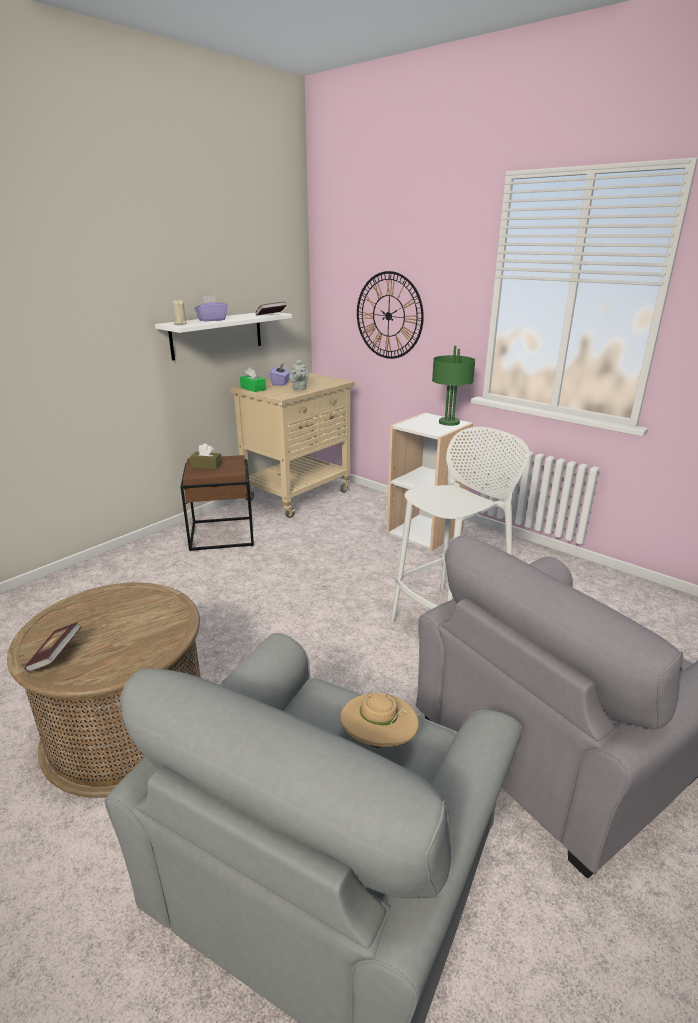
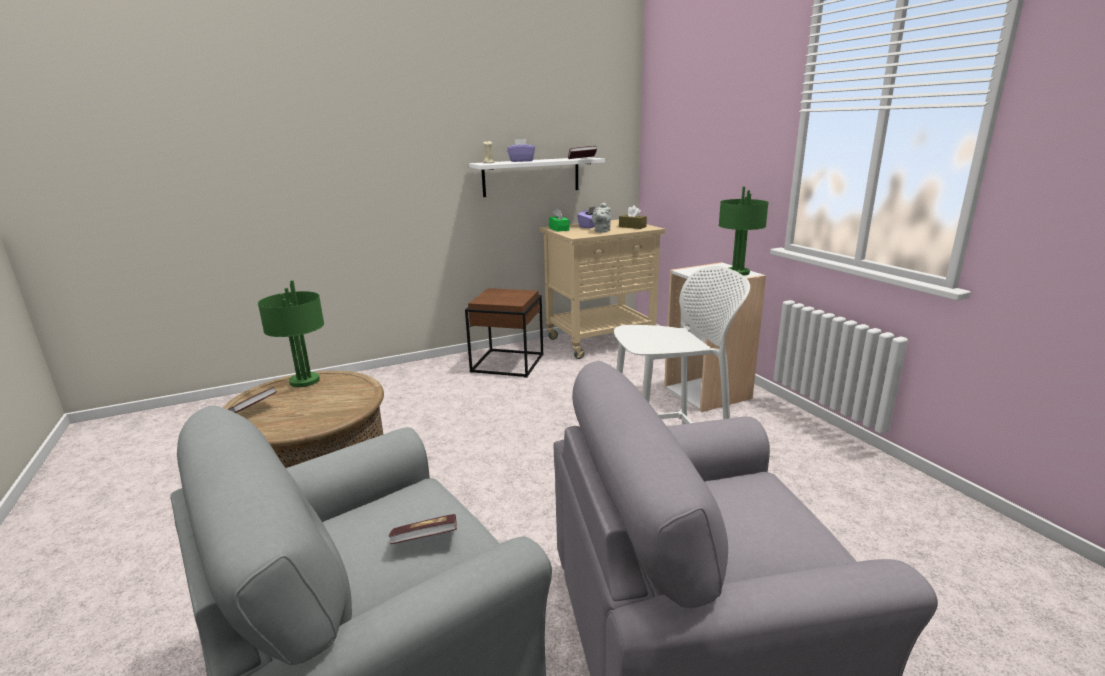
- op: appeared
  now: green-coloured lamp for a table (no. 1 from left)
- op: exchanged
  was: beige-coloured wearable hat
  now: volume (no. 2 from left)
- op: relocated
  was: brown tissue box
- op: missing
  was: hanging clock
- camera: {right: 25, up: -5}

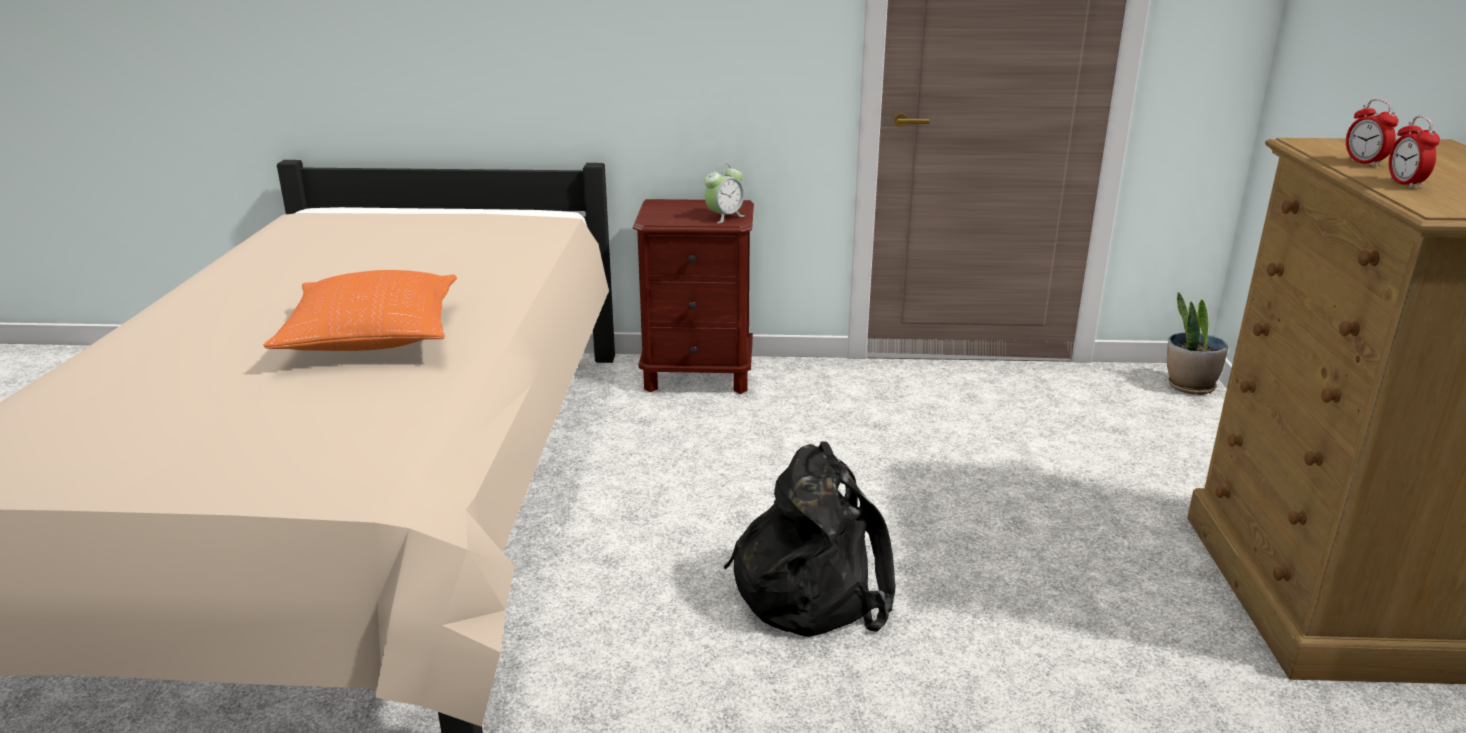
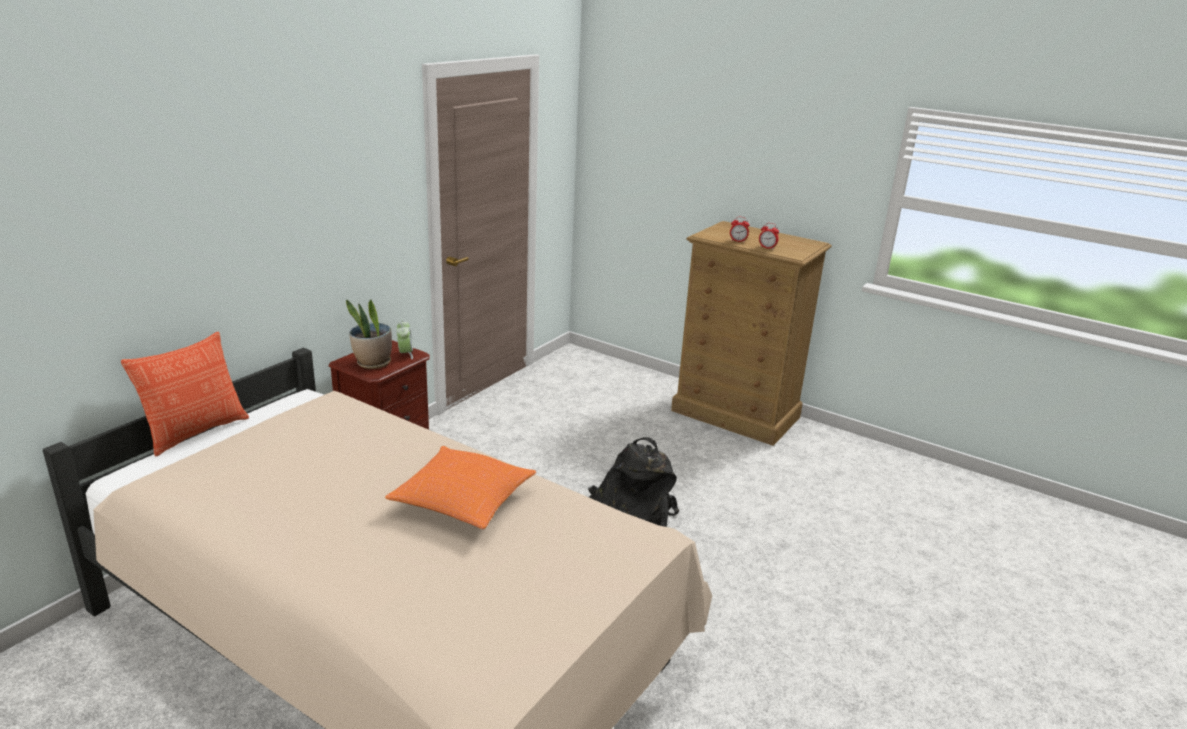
- op: appeared
  now: orangey pillow (no. 1 from left)
- op: relocated
  was: houseplant
- camera: {right: -60, up: 0}

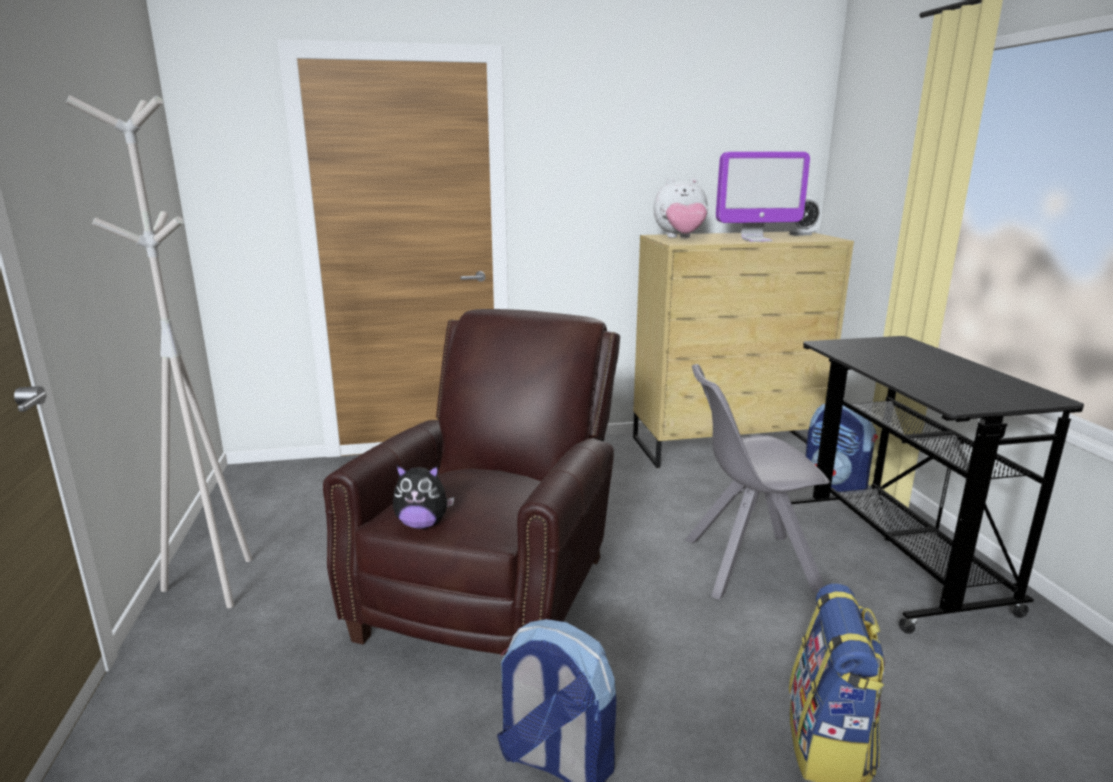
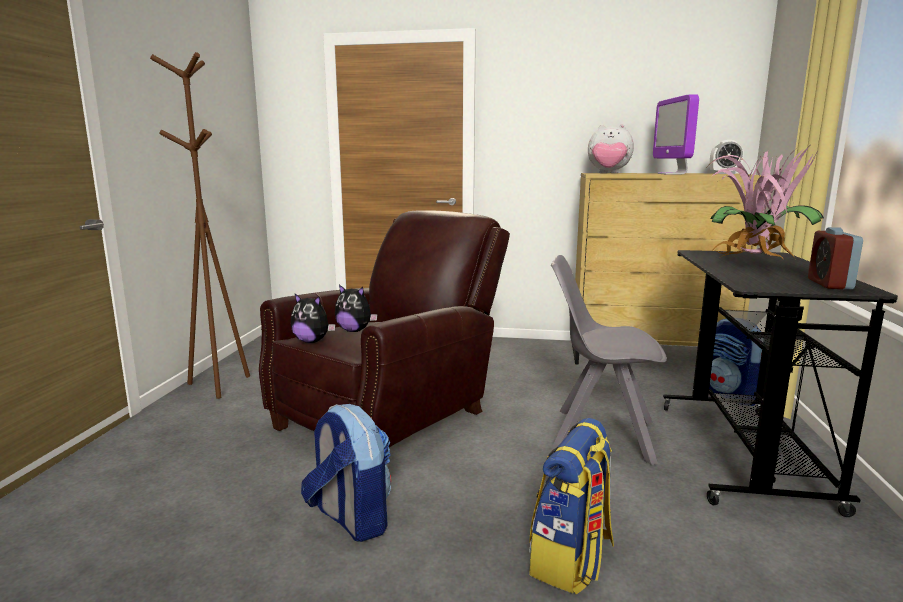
- op: colour
  was: greyish clothes rack
  now: brown clothes rack
- op: appeared
  now: soft toy (no. 2 from left)
- op: spun
  was: computer display
  clockwise: 75
- op: appeared
  now: houseplant
- op: appeared
  now: alarm clock (no. 2 from left)
- camera: {right: 20, up: -5}

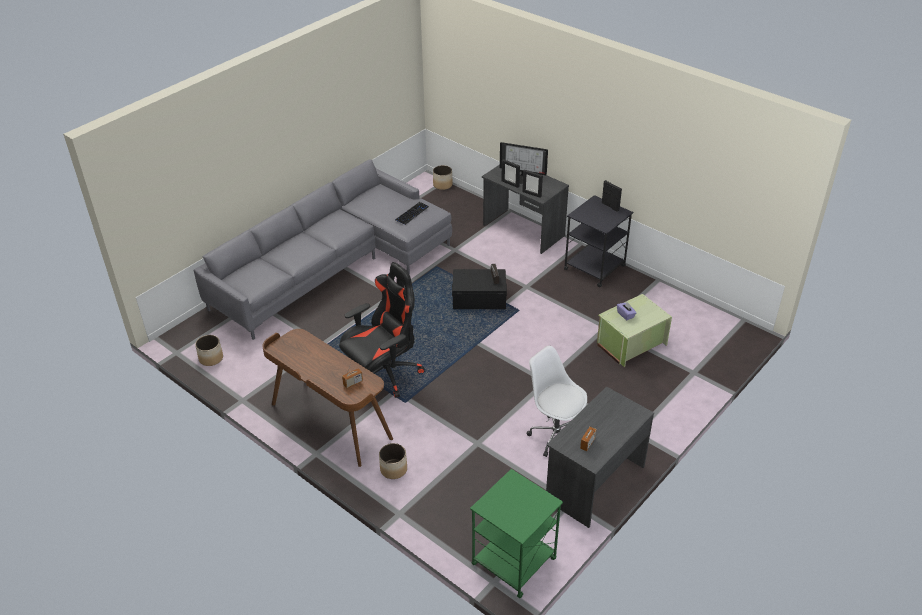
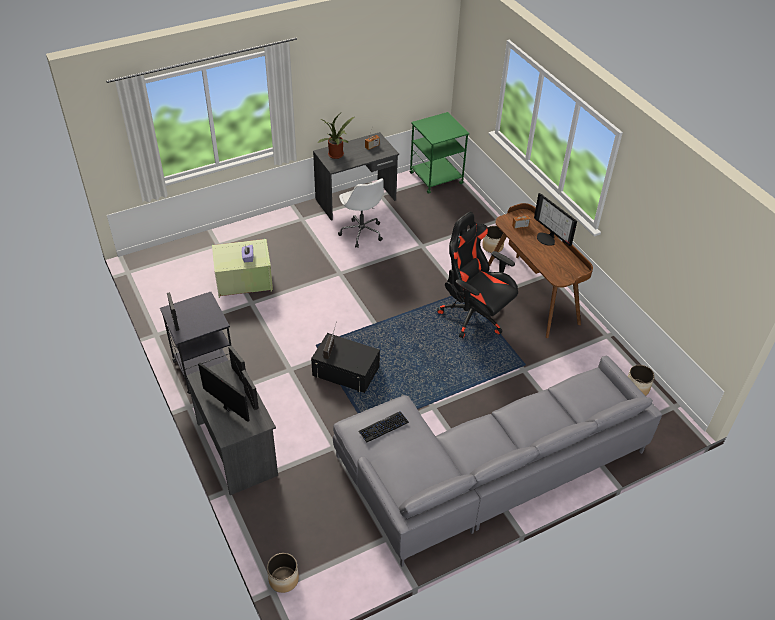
- op: appeared
  now: houseplant
- op: spun
  was: blackish office chair
  clockwise: 60
- op: appeared
  now: computer display (no. 2 from left)
- camera: {right: -160, up: 5}

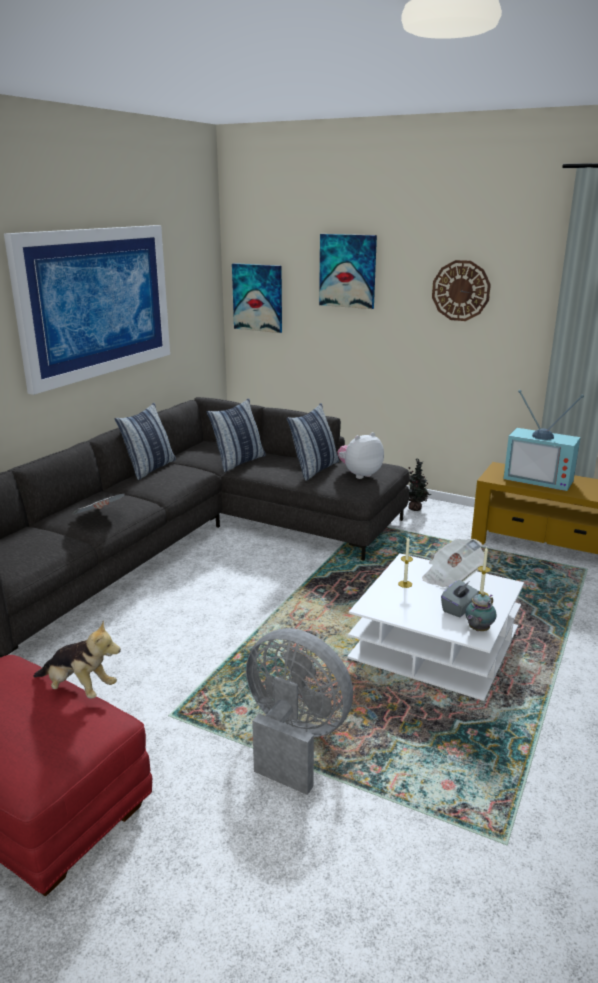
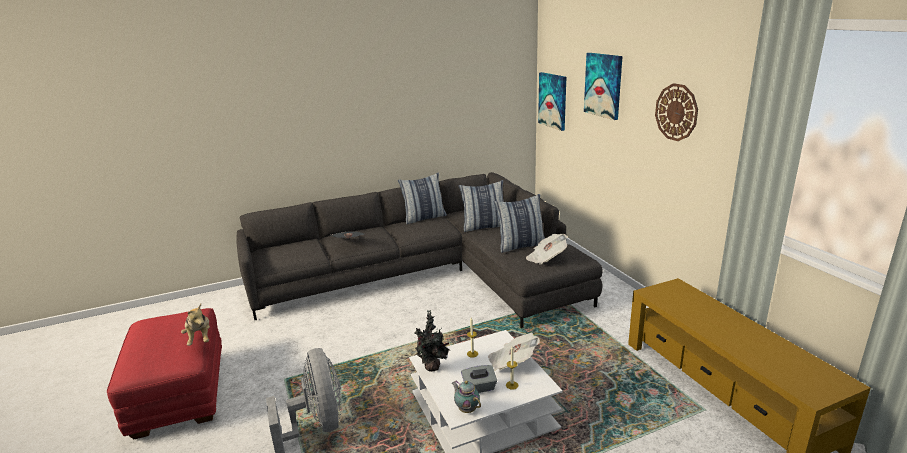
- op: relocated
  was: houseplant
- op: spun
  was: pot for tea
  clockwise: 60
- op: exchanged
  was: soft toy (no. 2 from left)
  now: newspaper (no. 3 from left)
- op: missing
  was: wall picture (no. 1 from left)
- op: missing
  was: TV
- camera: {right: 40, up: 0}

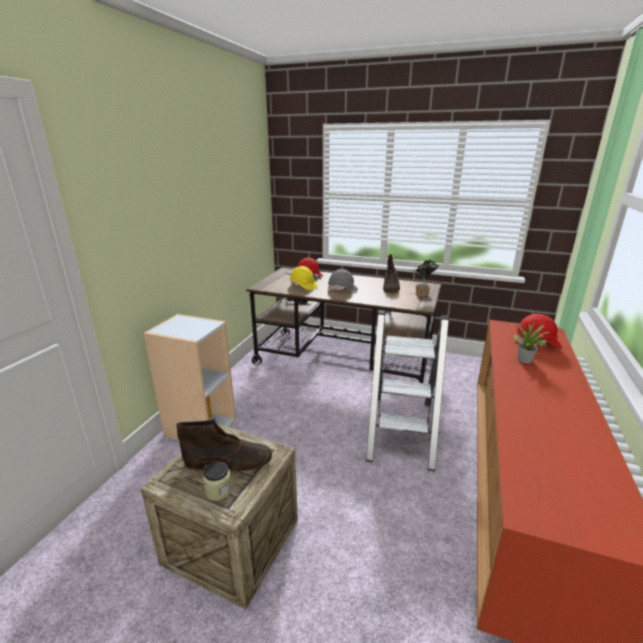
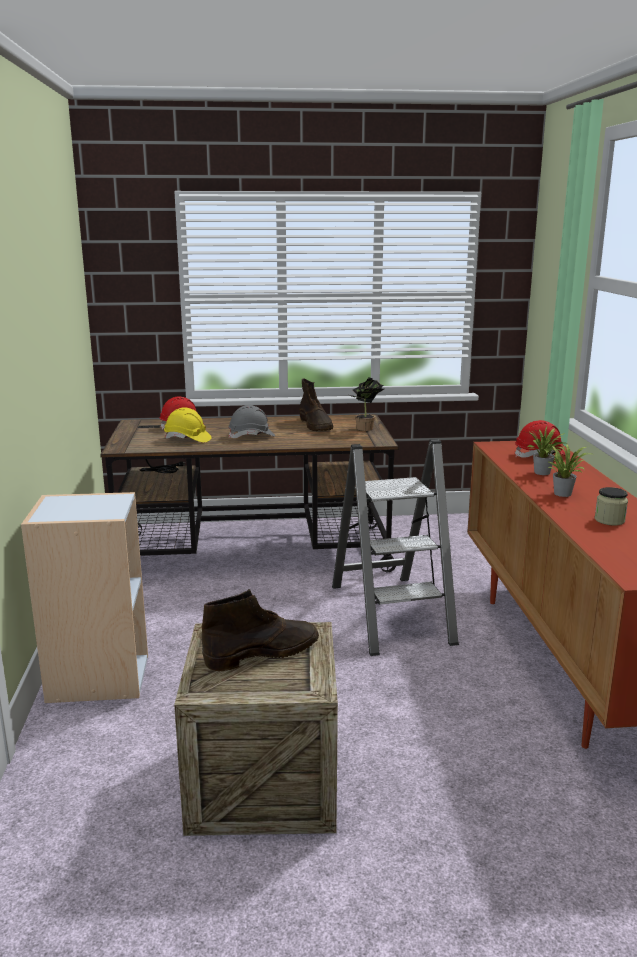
- op: appeared
  now: houseplant (no. 3 from left)
- op: relocated
  was: jar
- camera: {right: -25, up: -5}

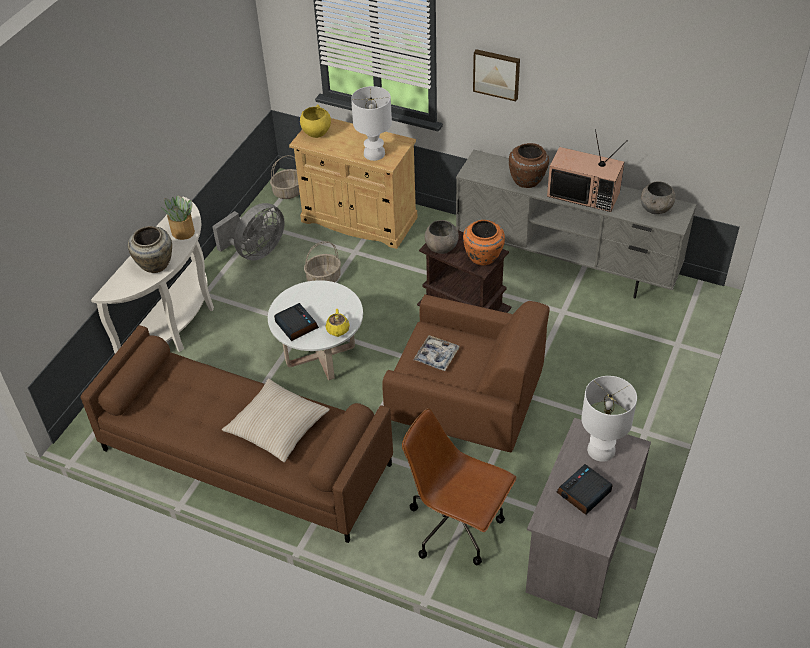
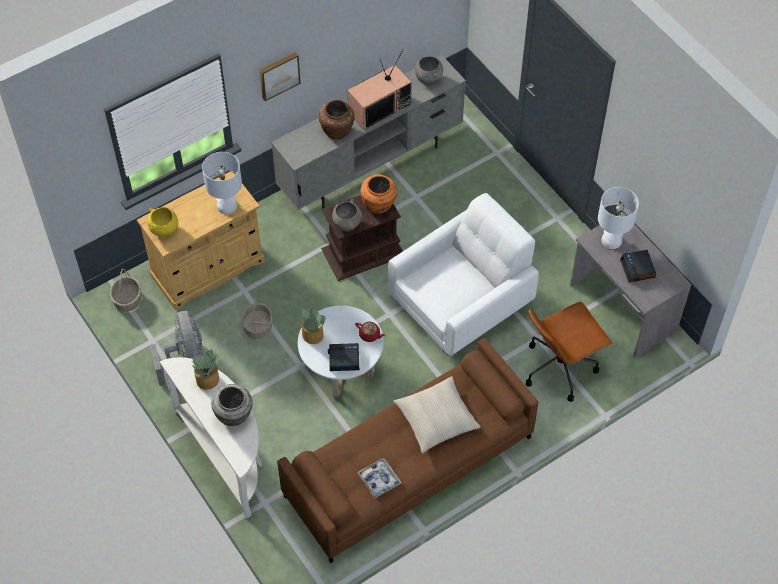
- op: appeared
  now: houseplant (no. 2 from left)
- op: colour
  was: yellowish pot for tea
  now: red pot for tea
- op: relocated
  was: serving tray
- op: colour
  was: brown easy chair
  now: white easy chair
- camera: {right: -60, up: 10}

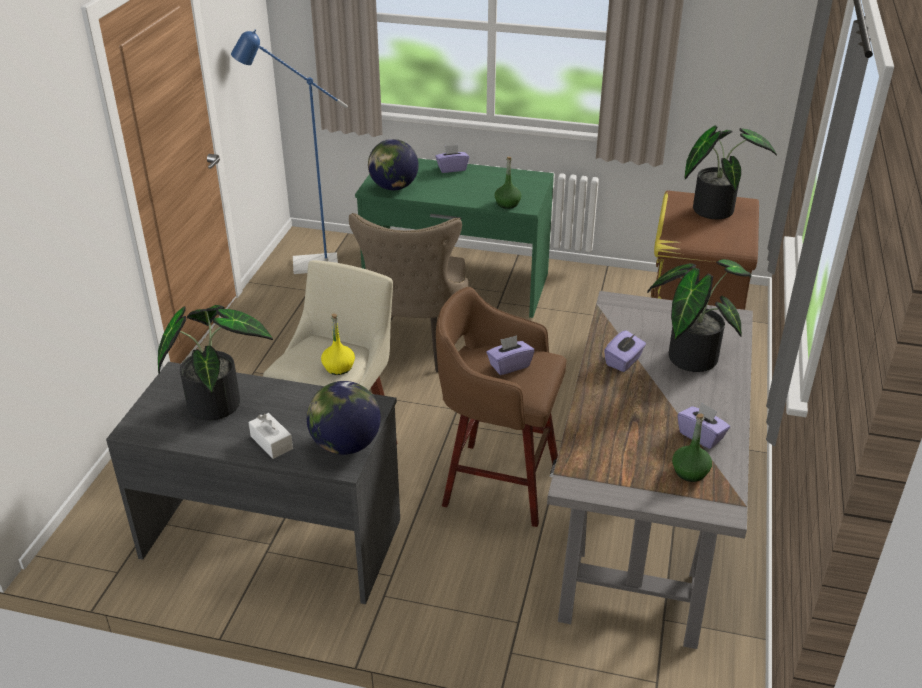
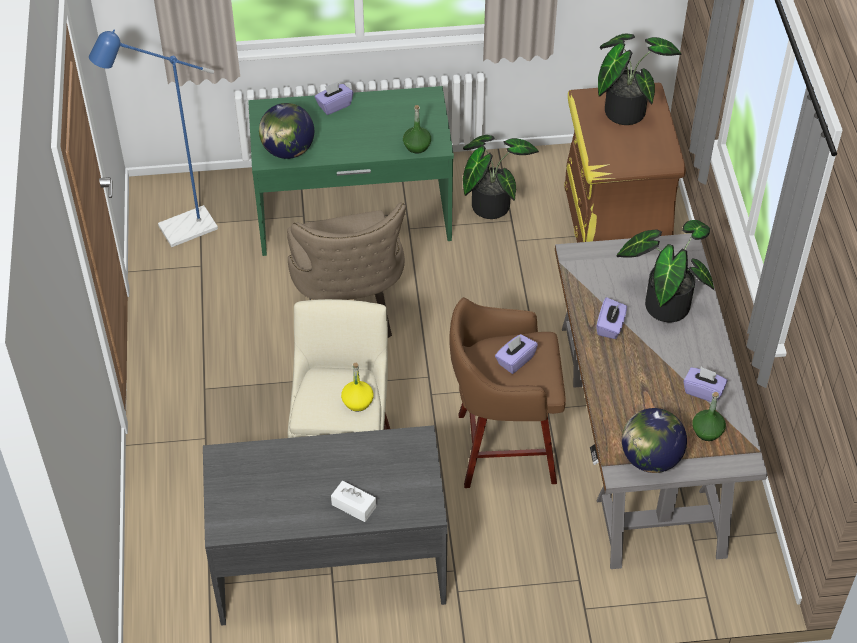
- op: relocated
  was: houseplant (no. 1 from left)
- op: relocated
  was: world globe (no. 1 from left in the first image)
  now: world globe (no. 2 from left)
- camera: {right: -20, up: 15}

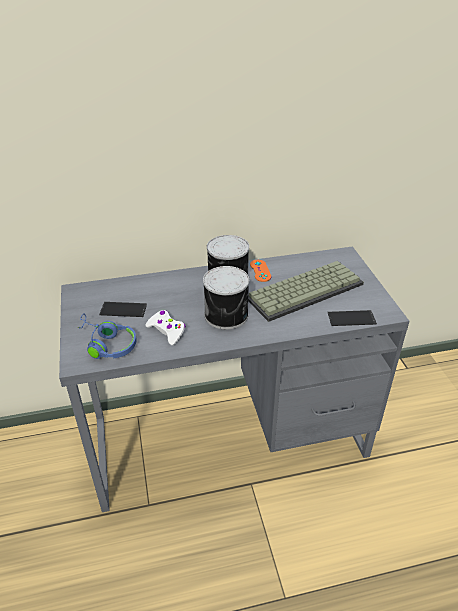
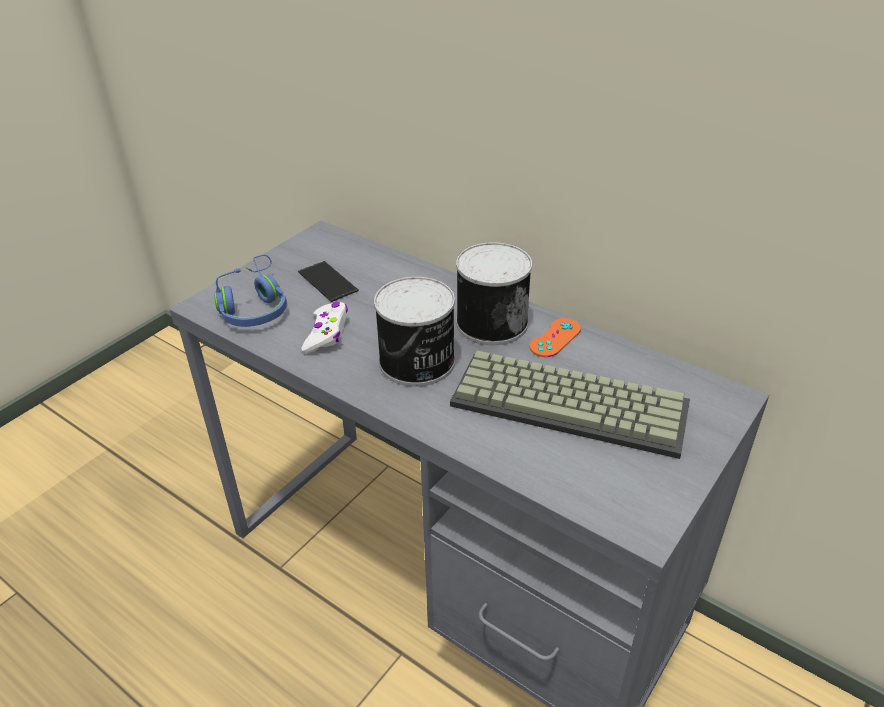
- op: missing
  was: handset (no. 2 from left)
- camera: {right: 50, up: 0}

